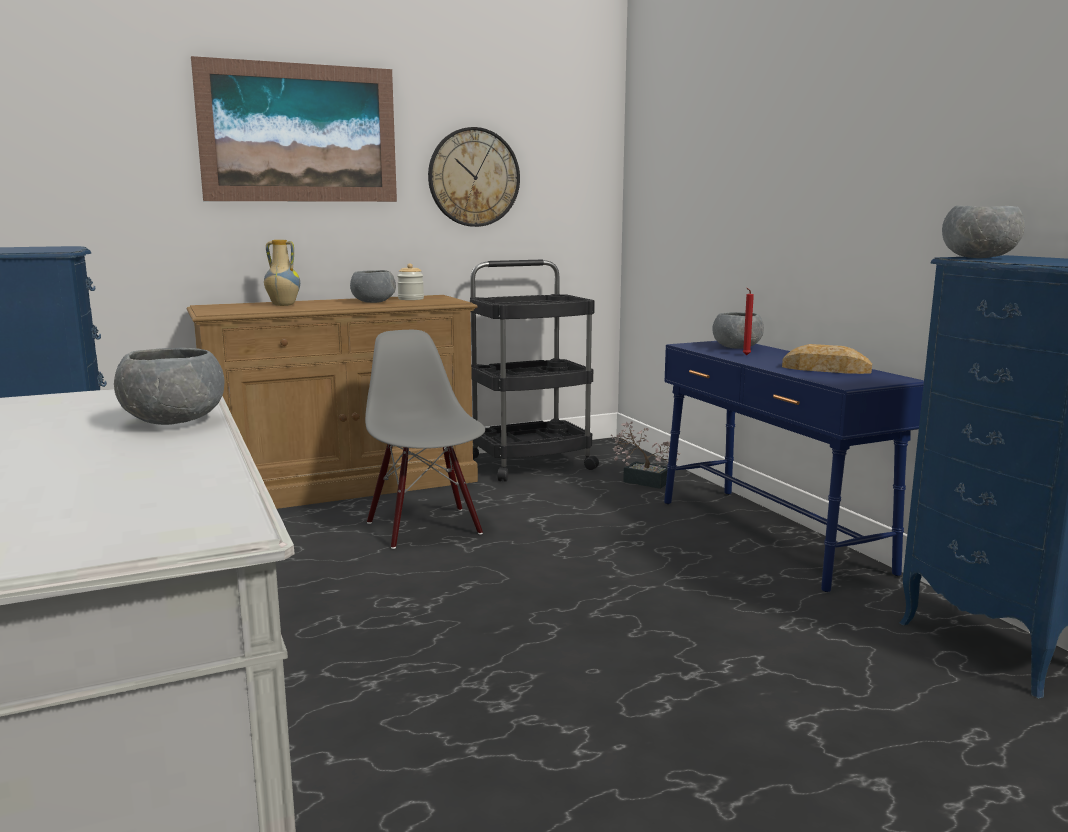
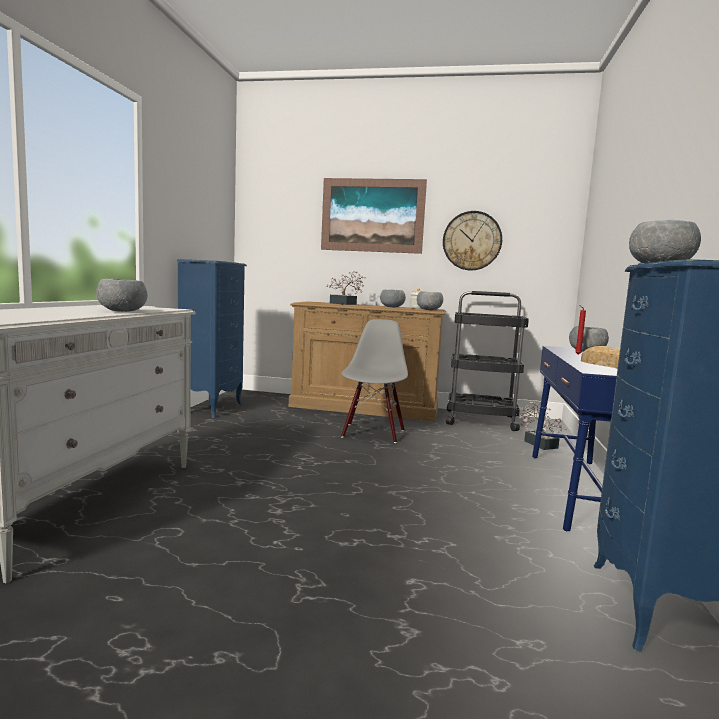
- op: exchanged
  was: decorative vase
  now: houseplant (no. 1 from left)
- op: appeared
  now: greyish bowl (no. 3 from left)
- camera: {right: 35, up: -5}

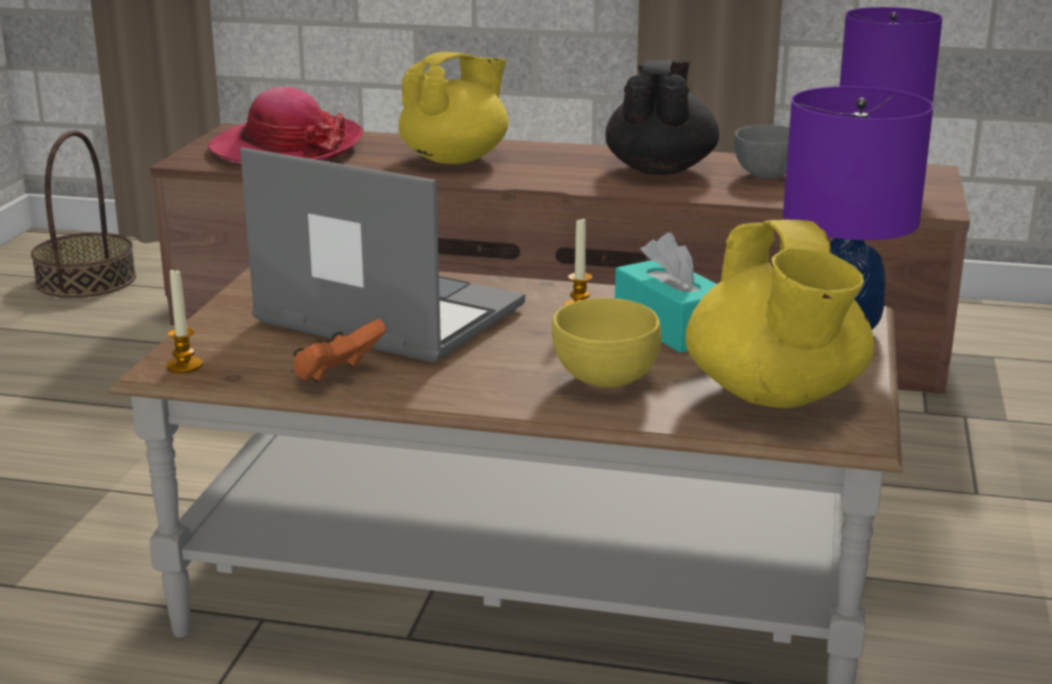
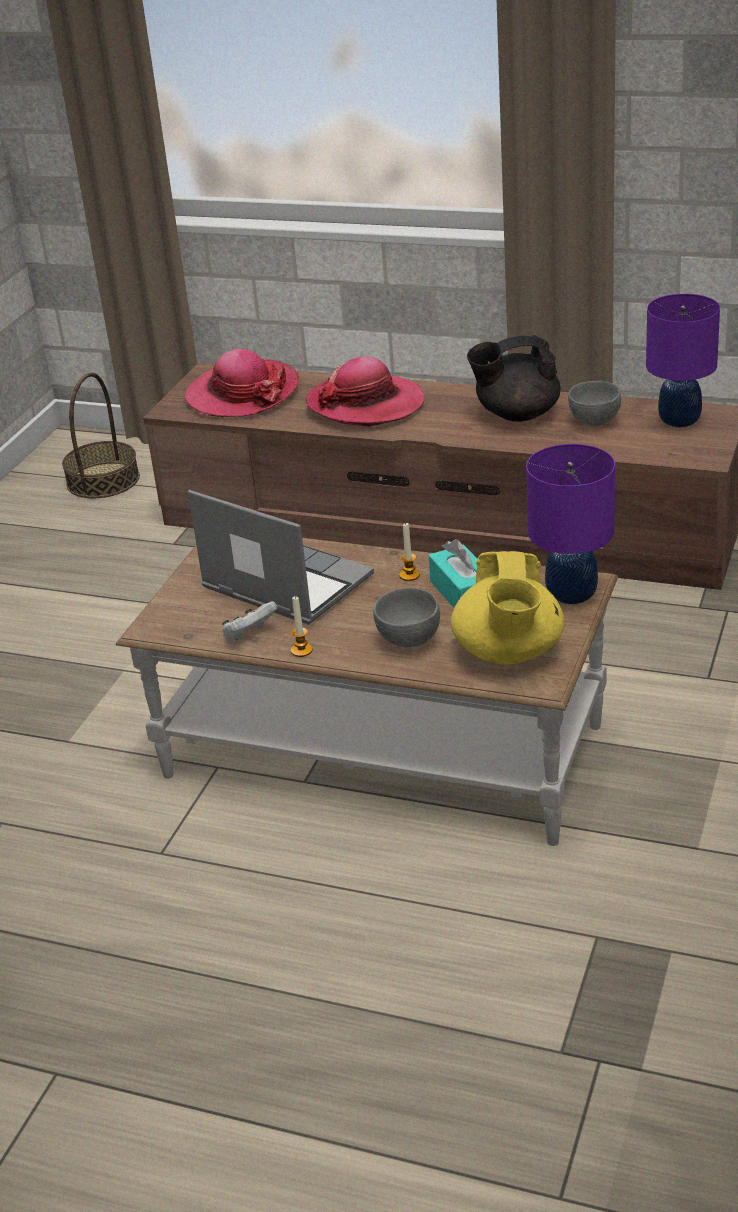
- op: colour
  was: orangey joypad
  now: white joypad
- op: relocated
  was: candle (no. 1 from left)
- op: exchanged
  was: yellowish pot for tea (no. 1 from left)
  now: wearable hat (no. 2 from left)
- op: colour
  was: yellowish bowl
  now: greyish bowl (no. 1 from left)
- op: spun
  was: blackish pot for tea
  clockwise: -120
- camera: {right: 10, up: 10}

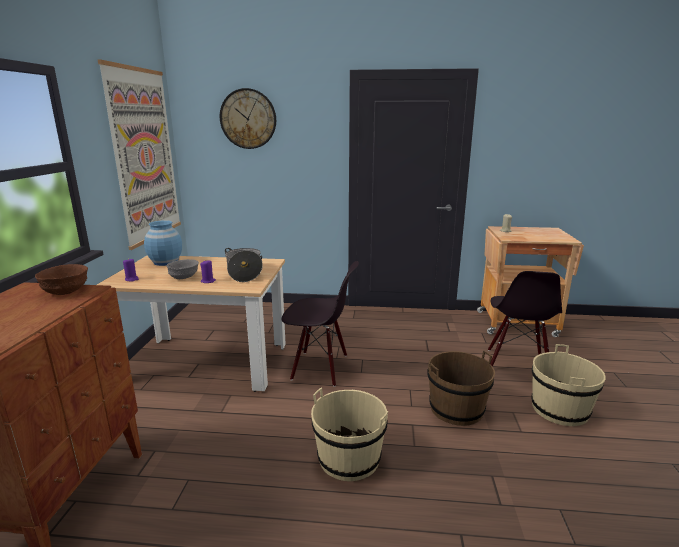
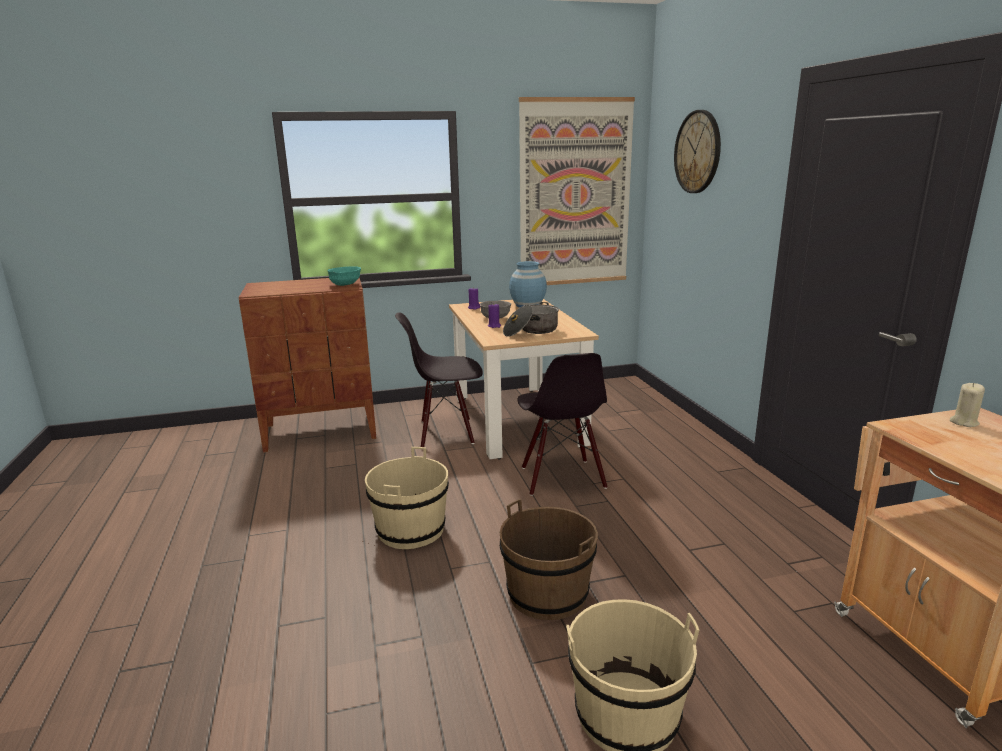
- op: colour
  was: brown bowl
  now: blue-green bowl
- op: relocated
  was: blackish plain chair (no. 2 from left in the first image)
  now: blackish plain chair (no. 1 from left)
- camera: {right: 70, up: 0}

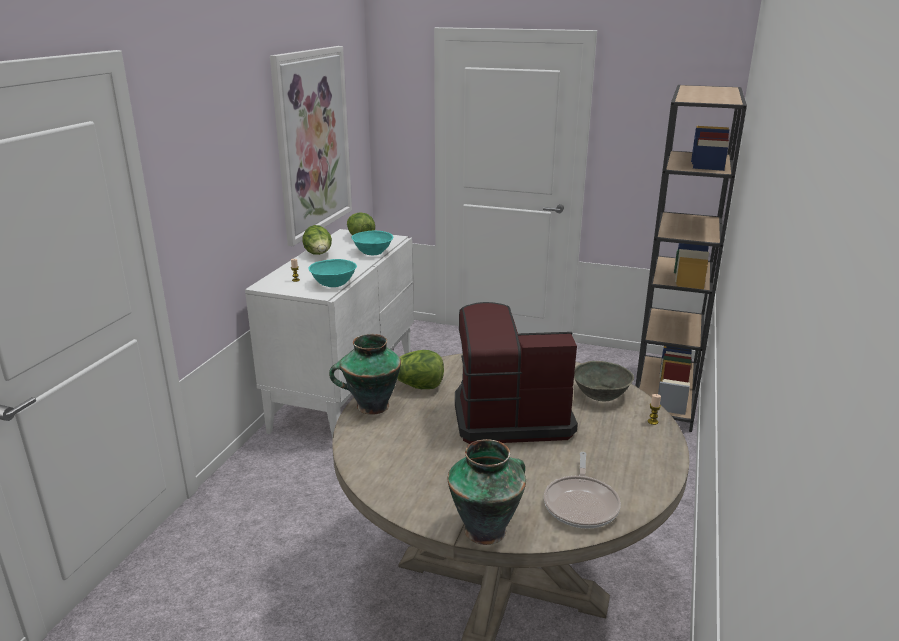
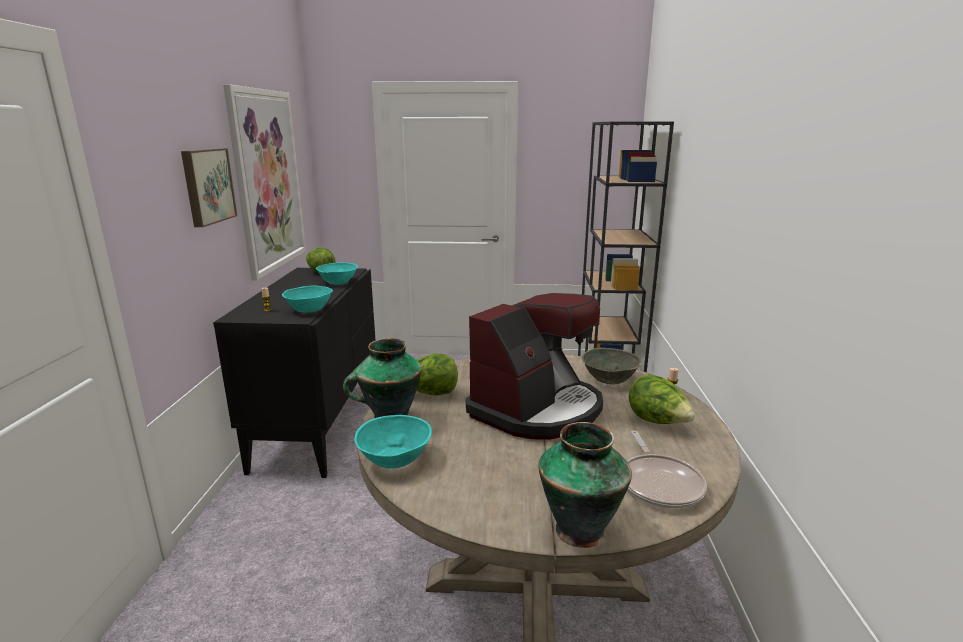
- op: appeared
  now: wall picture (no. 1 from left)
- op: colour
  was: white cupboard
  now: blackish cupboard
- op: appeared
  now: blue-green bowl (no. 3 from left)
- op: spun
  was: coffee machine
  clockwise: 150
- op: relocated
  was: lettuce head (no. 1 from left in the first image)
  now: lettuce head (no. 3 from left)
- camera: {right: -15, up: -5}

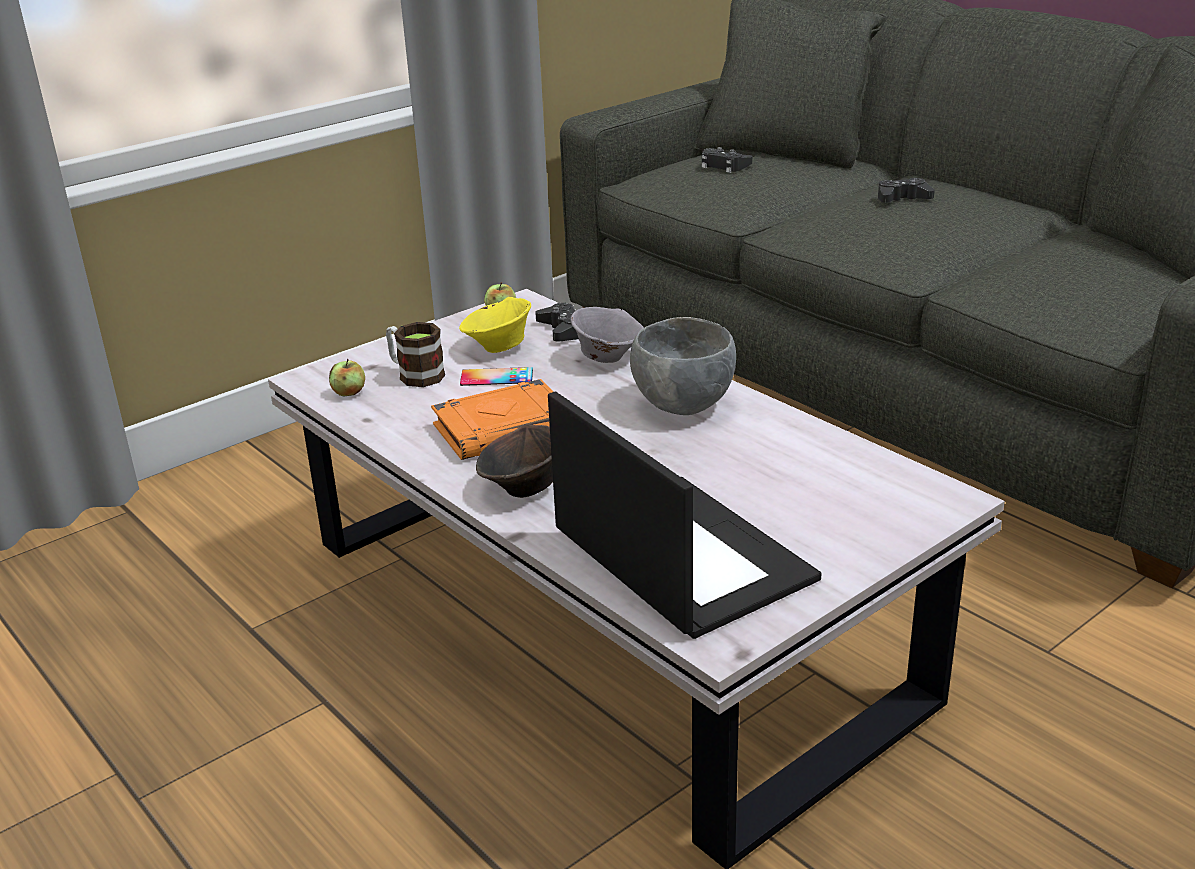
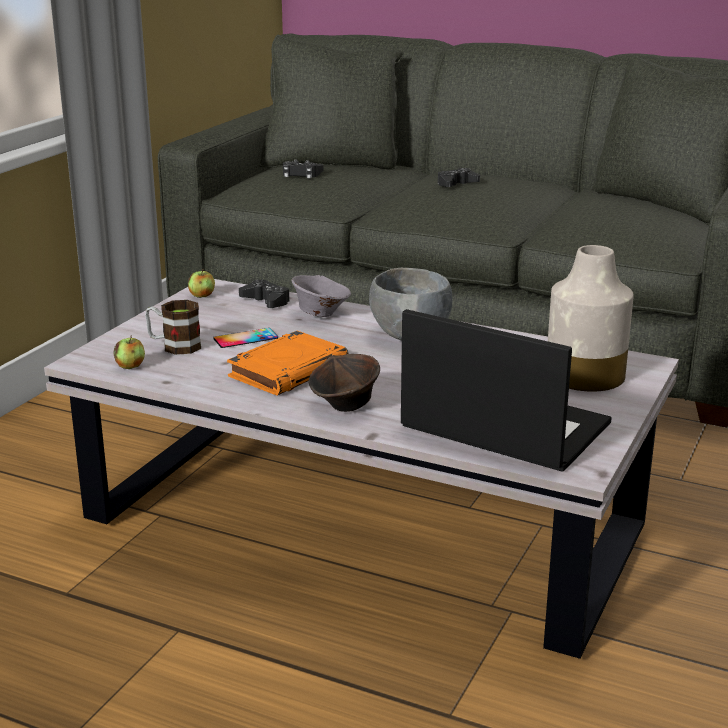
- op: appeared
  now: beige-coloured decorative vase
- op: missing
  was: yellowish bowl
- camera: {right: -25, up: -5}

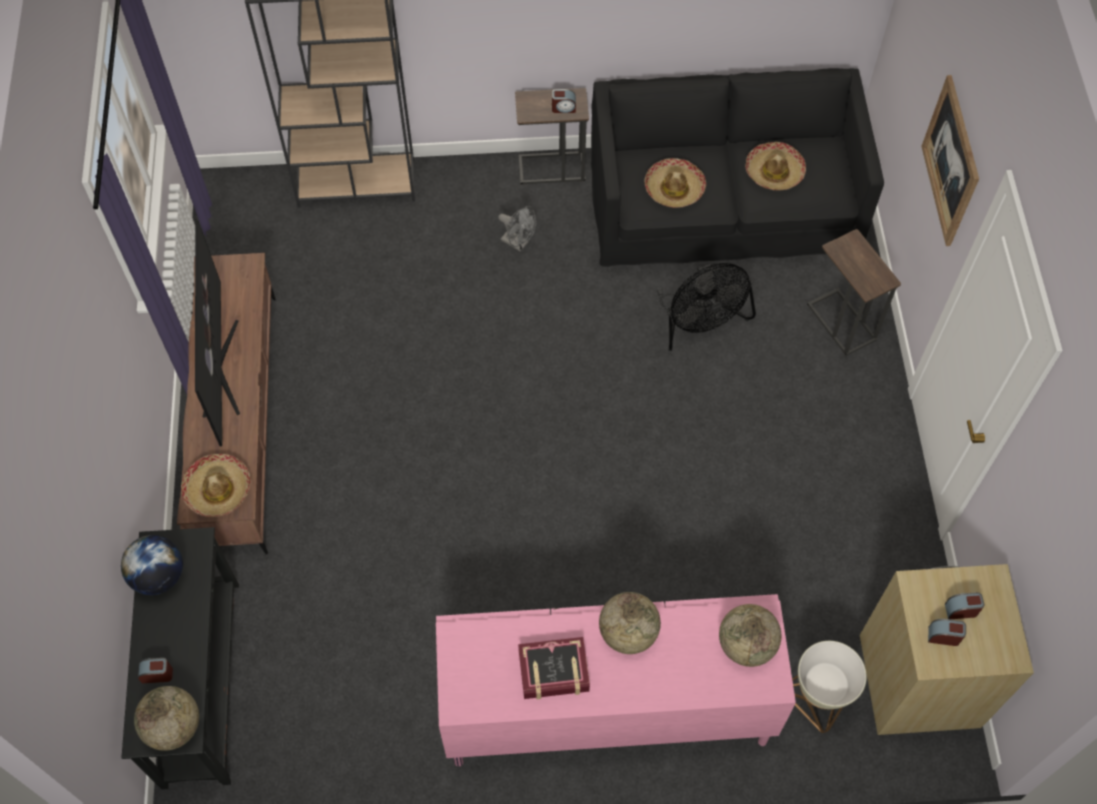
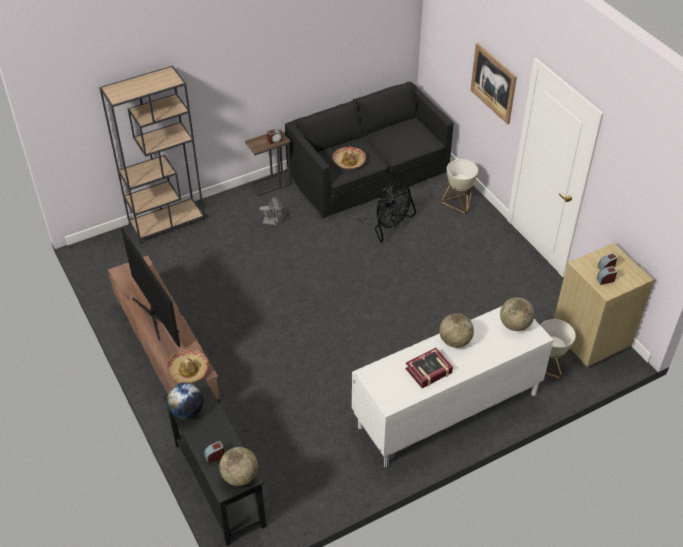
- op: colour
  was: pink-coloured cupboard
  now: white cupboard
- op: exchanged
  was: brown end table (no. 2 from left)
  now: flower pot (no. 1 from left)
- op: missing
  was: wearable hat (no. 3 from left)
- camera: {right: -25, up: -15}

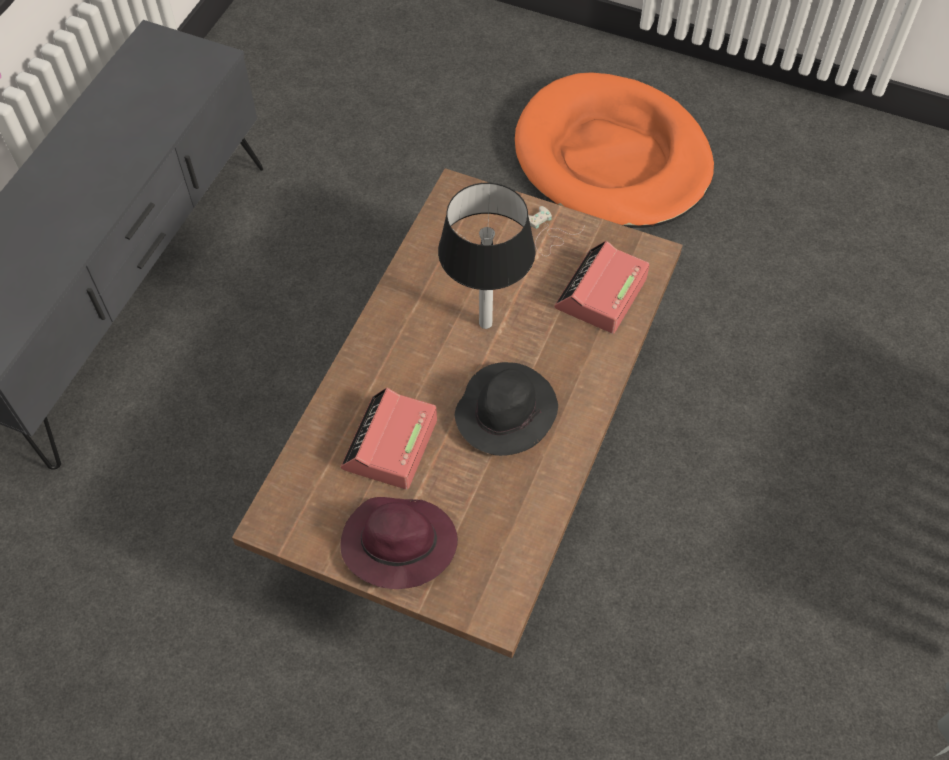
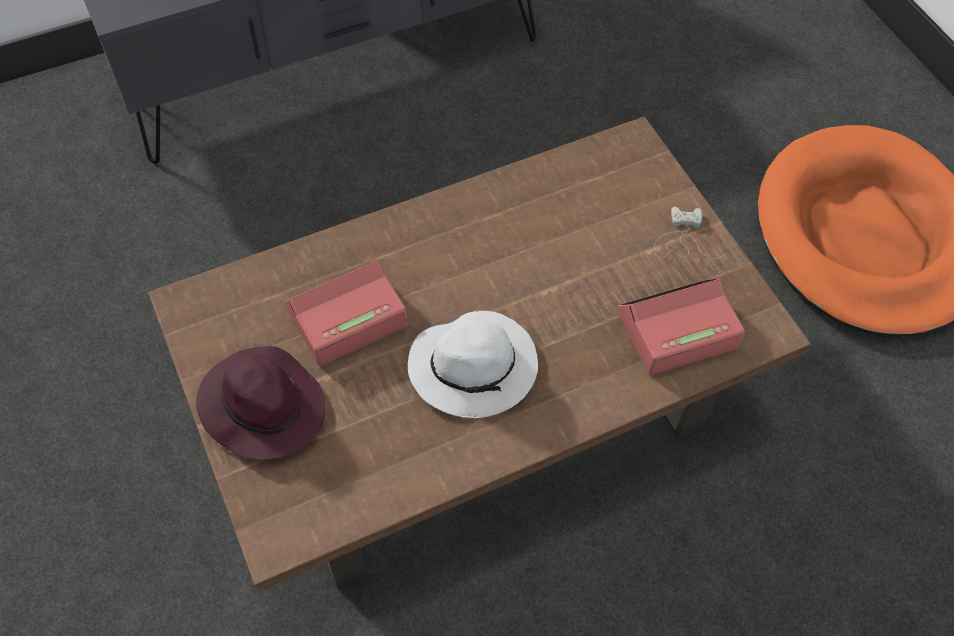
- op: colour
  was: blackish wearable hat
  now: white wearable hat
- op: missing
  was: lamp for a table
- camera: {right: 40, up: 0}

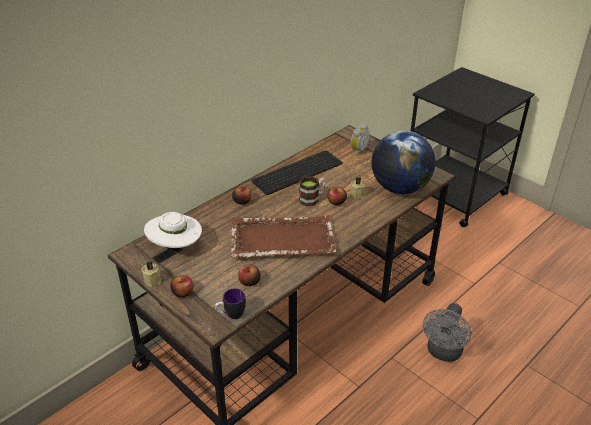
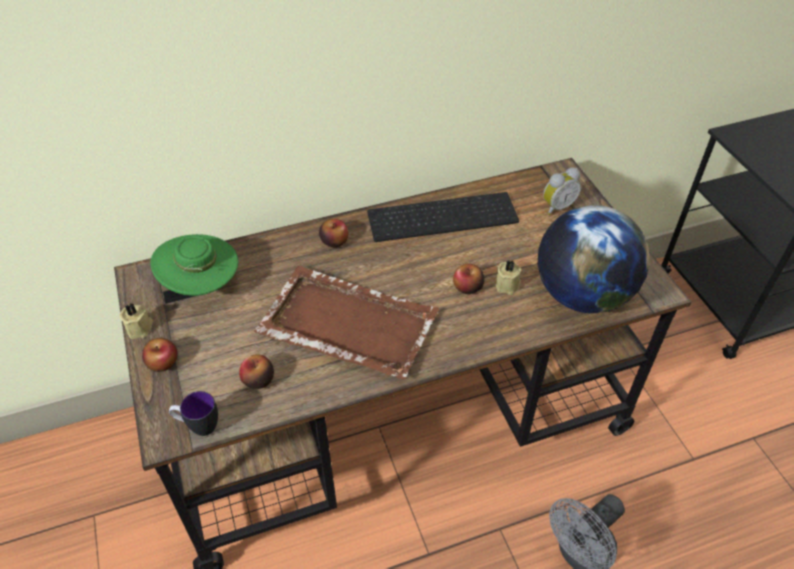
- op: colour
  was: white wearable hat
  now: green-coloured wearable hat
- op: missing
  was: coffee mug (no. 2 from left)
- camera: {right: 25, up: 10}

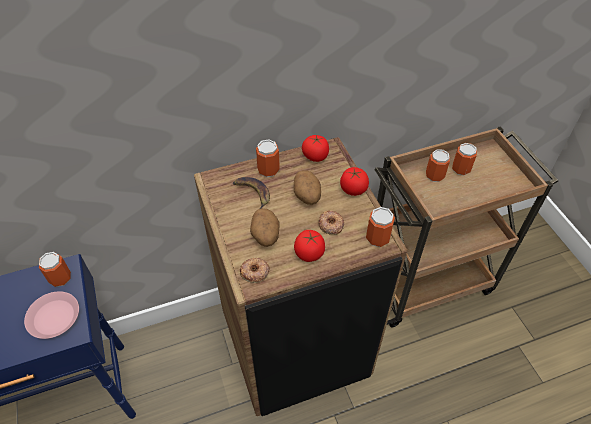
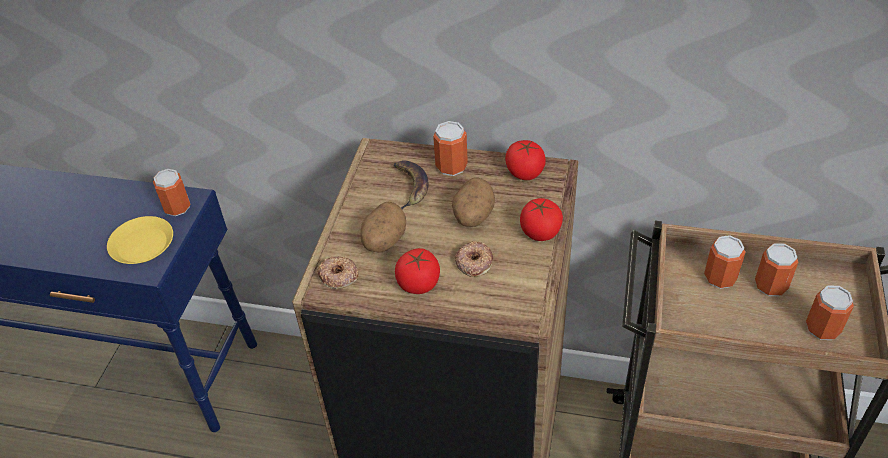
- op: colour
  was: pink-coloured plate
  now: yellowish plate
- op: relocated
  was: can (no. 3 from left in the first image)
  now: can (no. 5 from left)
- camera: {right: 35, up: -5}

